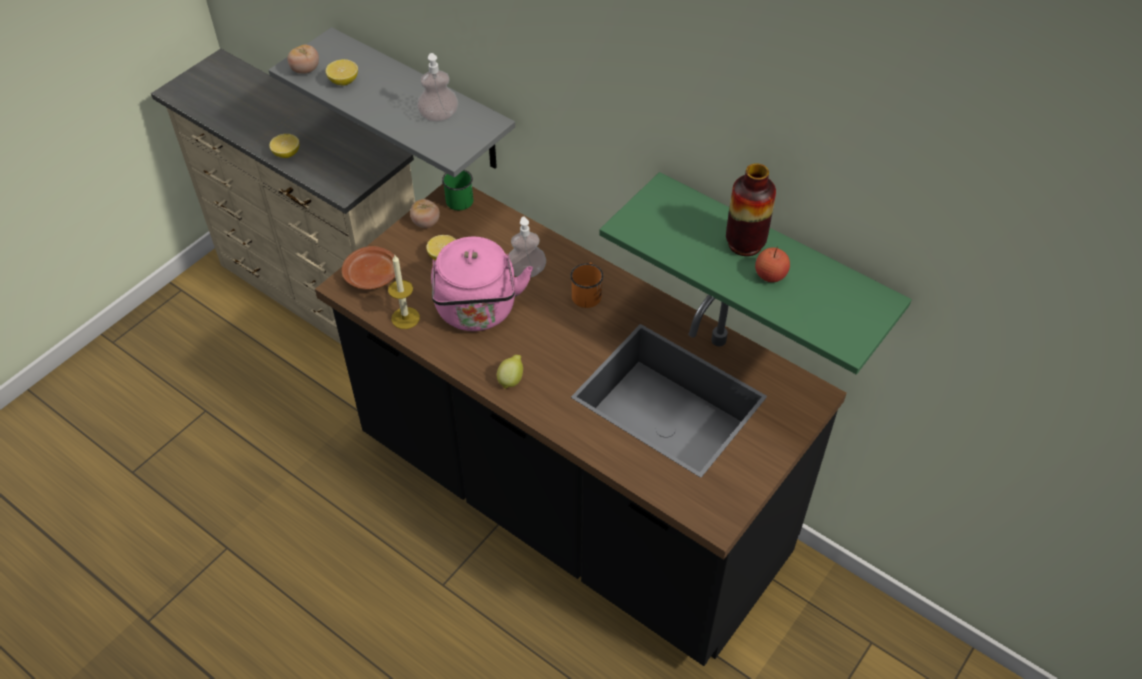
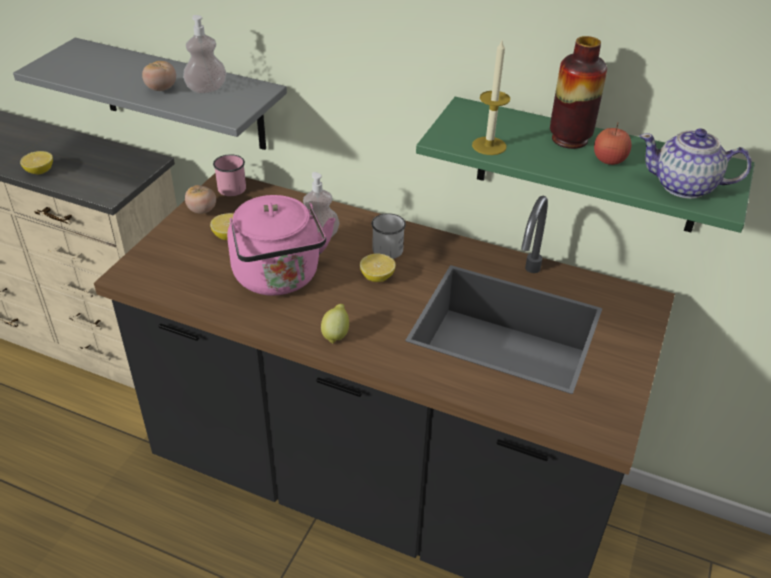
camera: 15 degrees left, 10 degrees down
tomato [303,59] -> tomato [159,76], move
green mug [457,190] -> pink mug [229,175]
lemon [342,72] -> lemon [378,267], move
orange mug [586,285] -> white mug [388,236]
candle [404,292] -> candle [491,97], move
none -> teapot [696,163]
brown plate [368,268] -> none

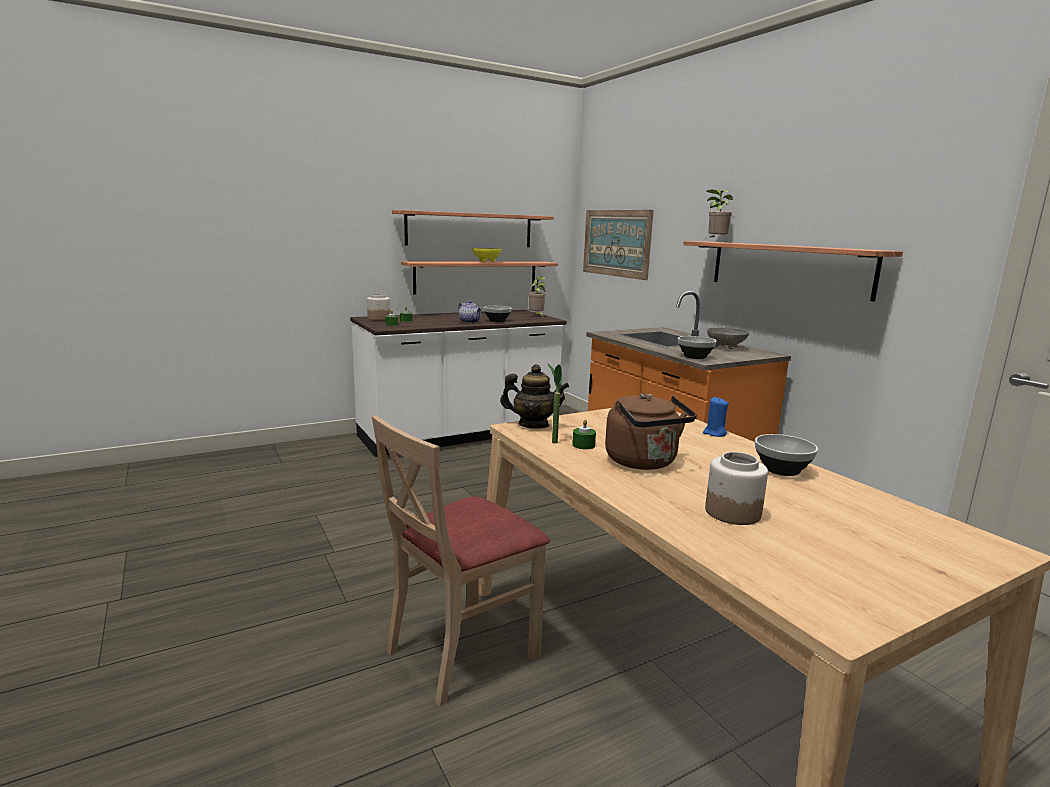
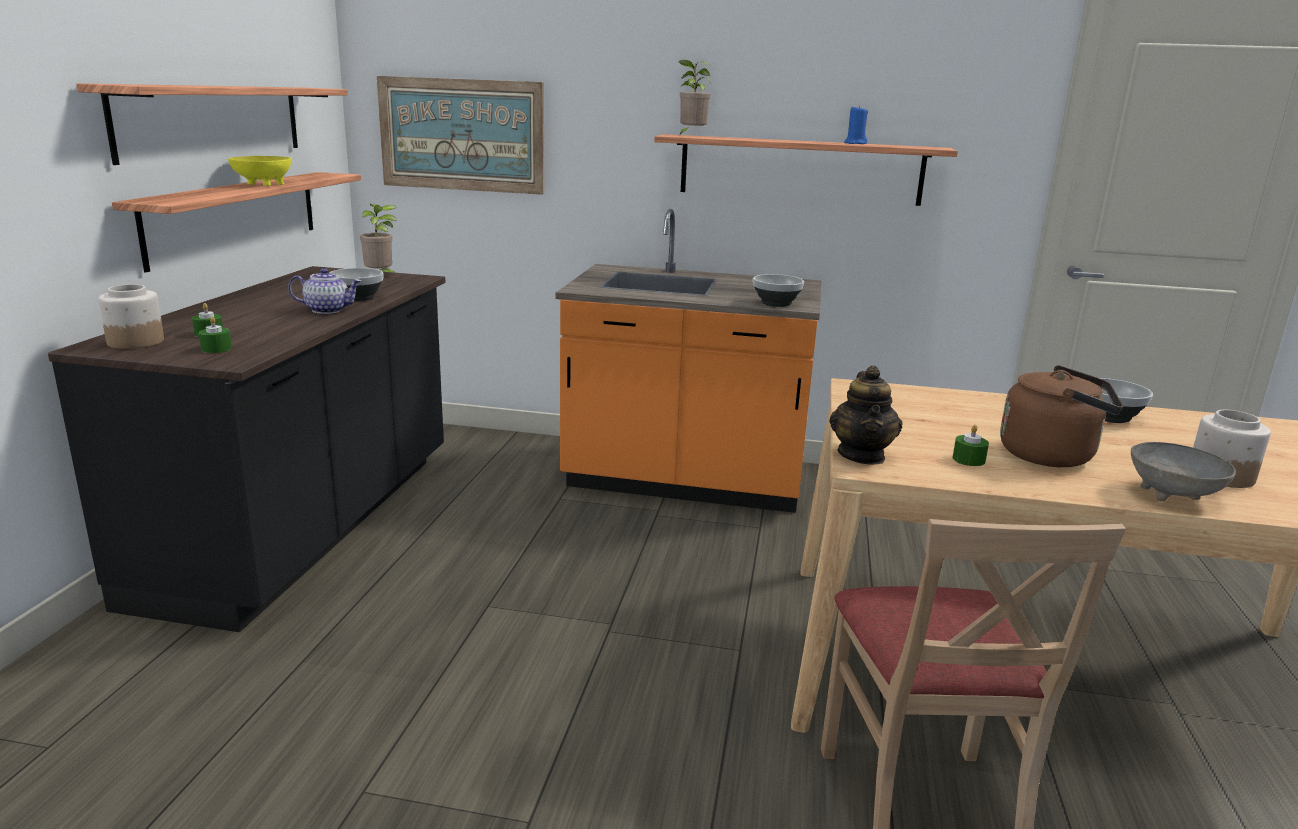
camera: 50 degrees left, 5 degrees up
white counter [458,383] -> black counter [246,449]
teapot [534,396] -> teapot [866,415], 135 degrees clockwise
blue candle [716,417] -> blue candle [856,124], move
grey bowl [728,338] -> grey bowl [1183,471], move
potted plant [556,404] -> none

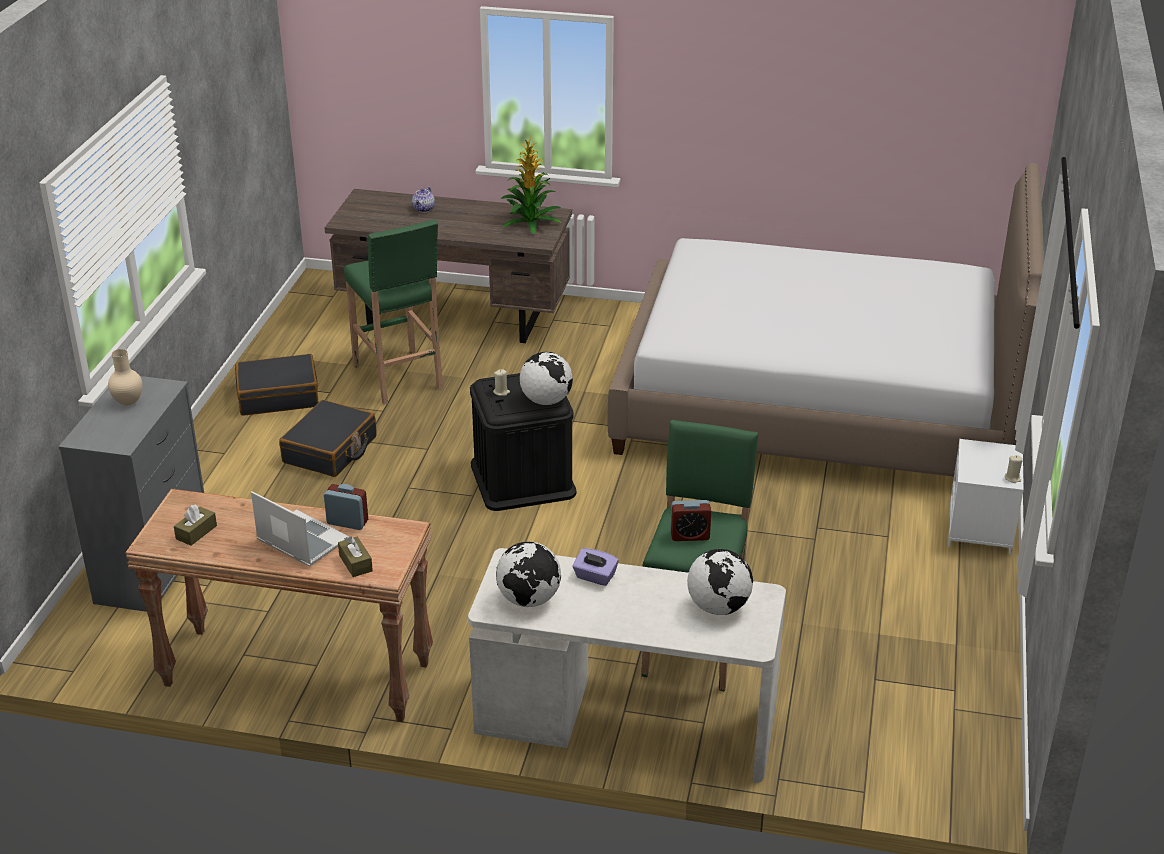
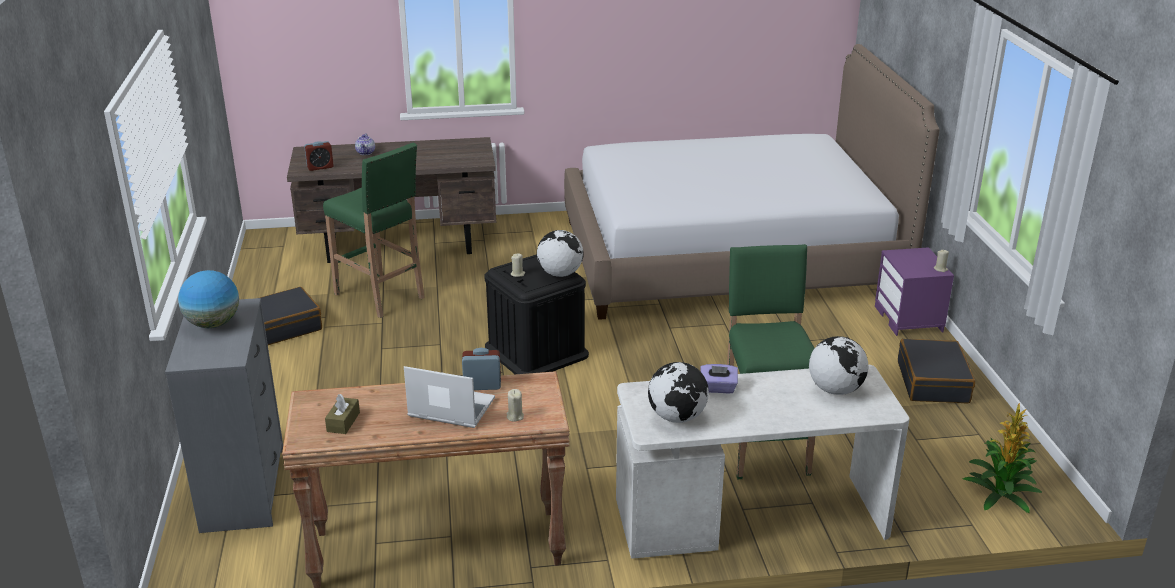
camera: 20 degrees left, 5 degrees down
beige vase [125,377] -> globe [208,299]
alarm clock [690,520] -> alarm clock [319,156], move
brown tissue box [355,557] -> beige candle [515,405]
white nightstand [986,497] -> purple nightstand [914,291]
black suitcase [328,438] -> black suitcase [936,371], move
potted plant [531,185] -> potted plant [1003,458], move

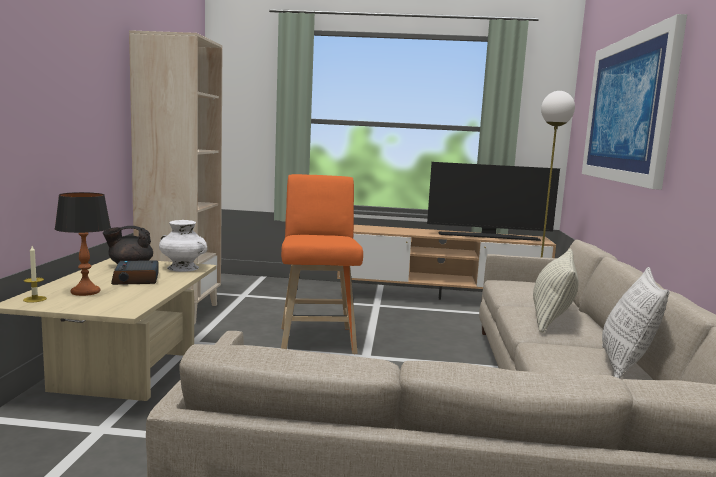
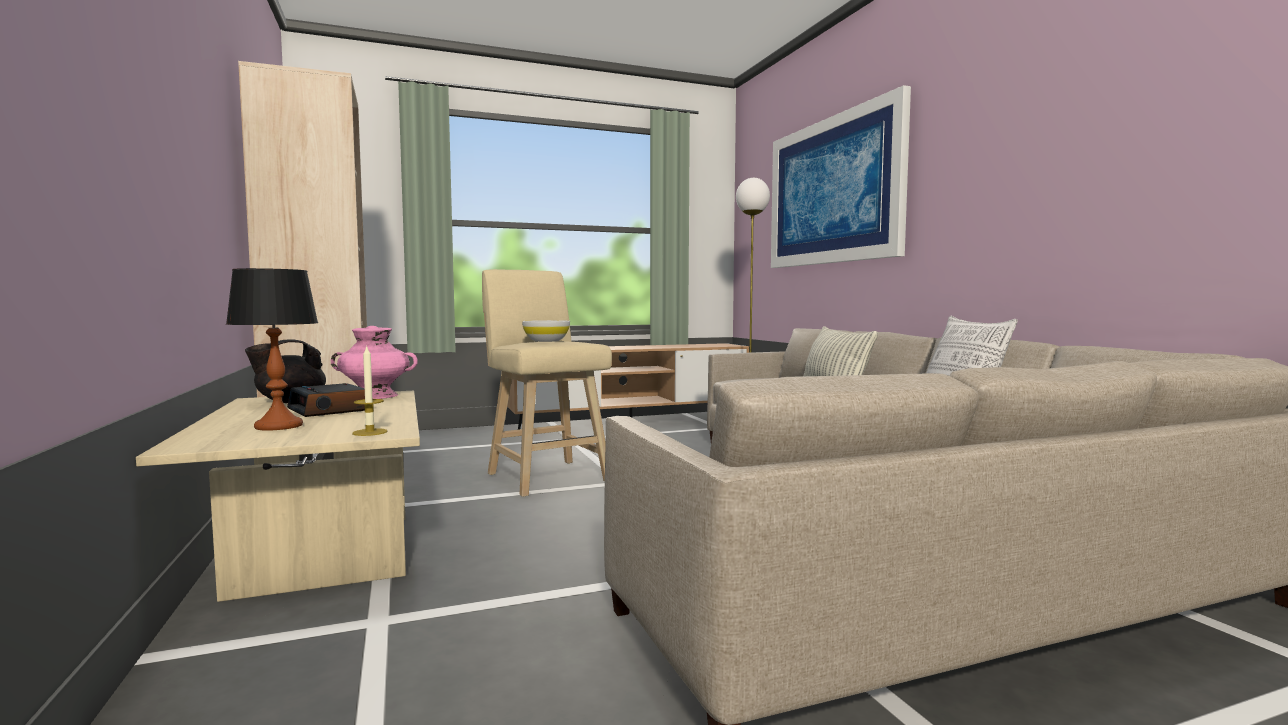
camera: 25 degrees left, 5 degrees down
white vase [183,246] -> pink vase [374,362]
candle [35,274] -> candle [369,390], move
orange stool [322,264] -> beige stool [547,383]
none -> white bowl [546,331]
television [493,201] -> none

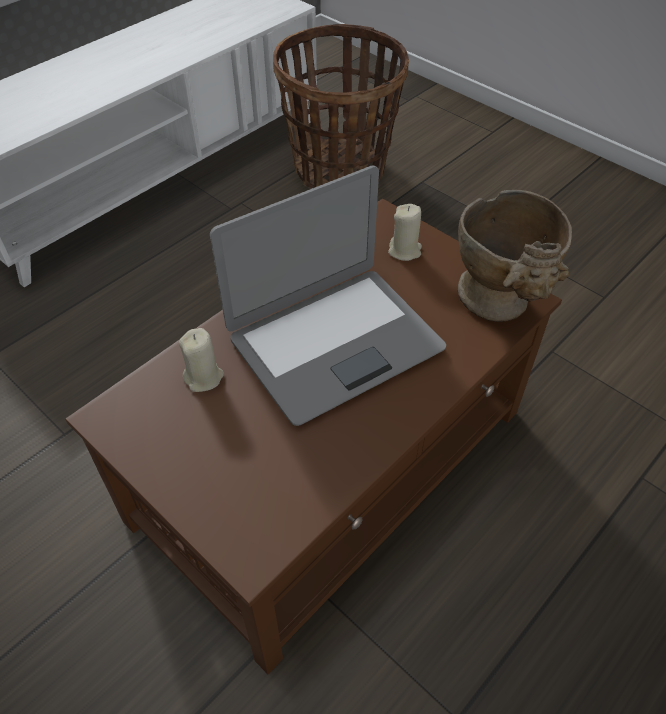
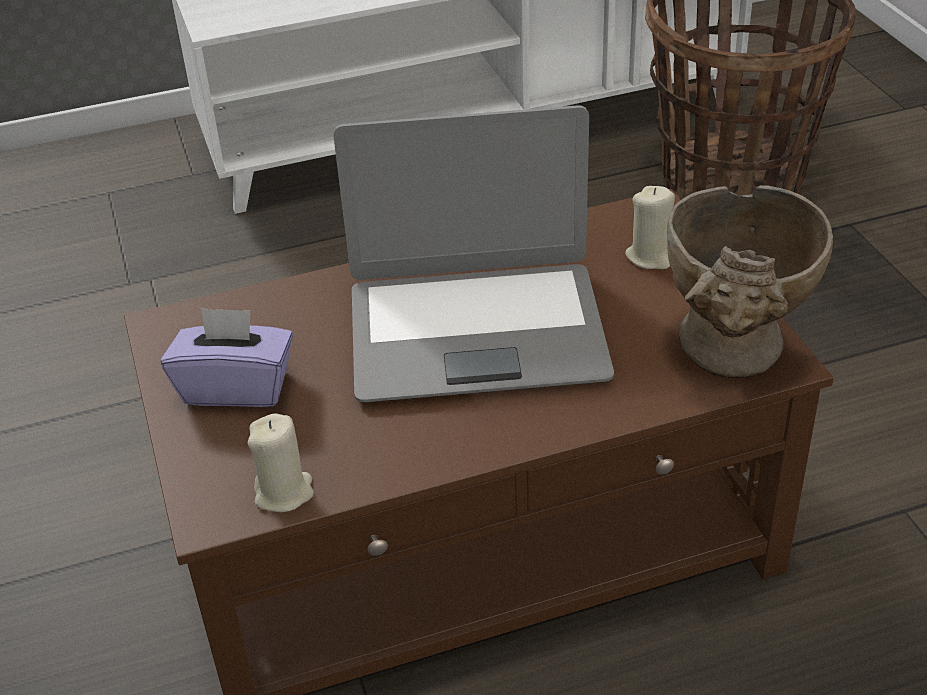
camera: 30 degrees right, 10 degrees down
none -> purple tissue box [227,357]
beige candle [201,360] -> beige candle [281,462], move

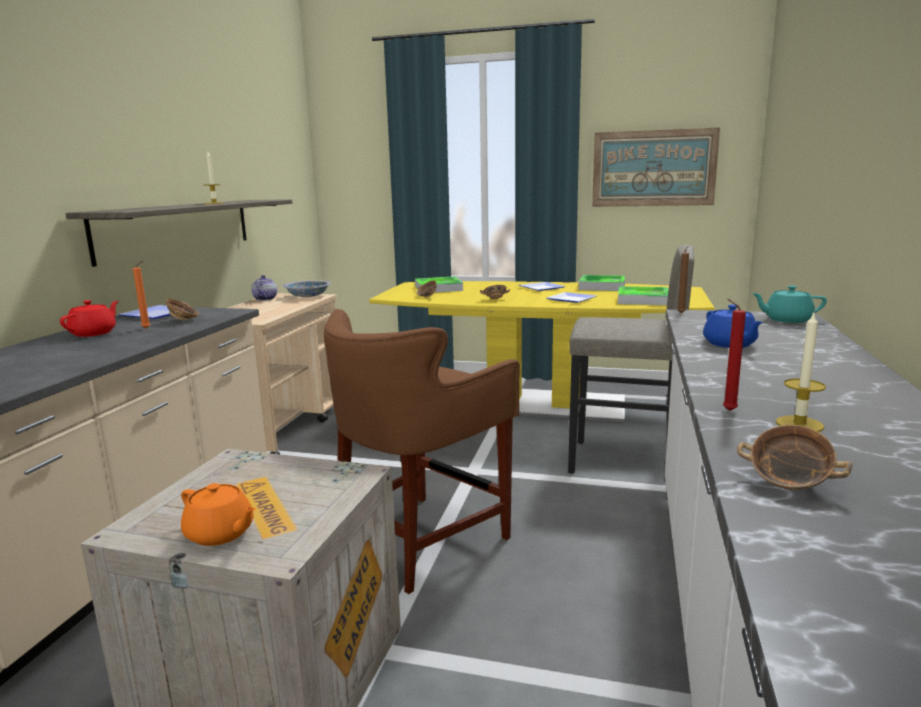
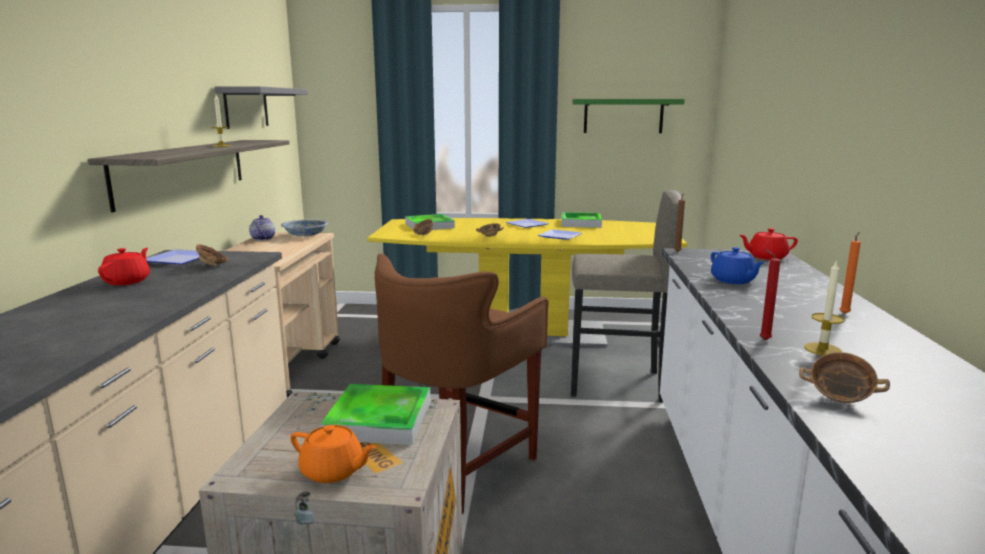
camera: 10 degrees left, 0 degrees up
none -> grey shelf [261,107]
tray [643,295] -> tray [376,414], move
picture [656,167] -> green shelf [628,116]
turquoise teapot [789,304] -> red teapot [768,244]
orange candle [141,294] -> orange candle [850,273], move

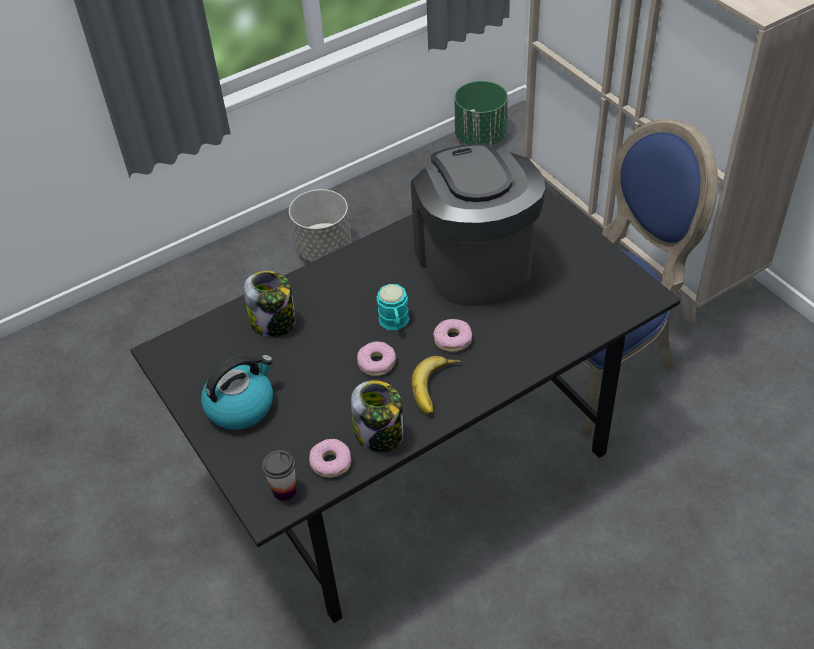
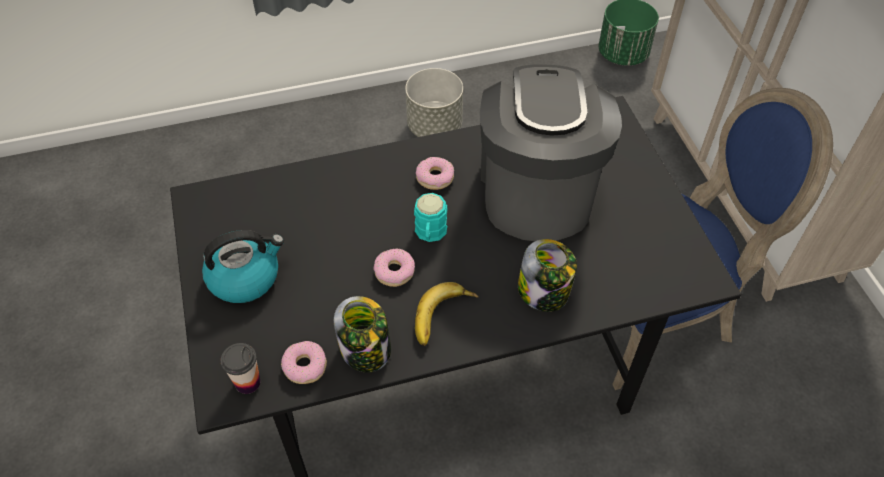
camera: 15 degrees right, 5 degrees up
donut [452,335] -> donut [435,173], move
jar [270,304] -> jar [547,275], move

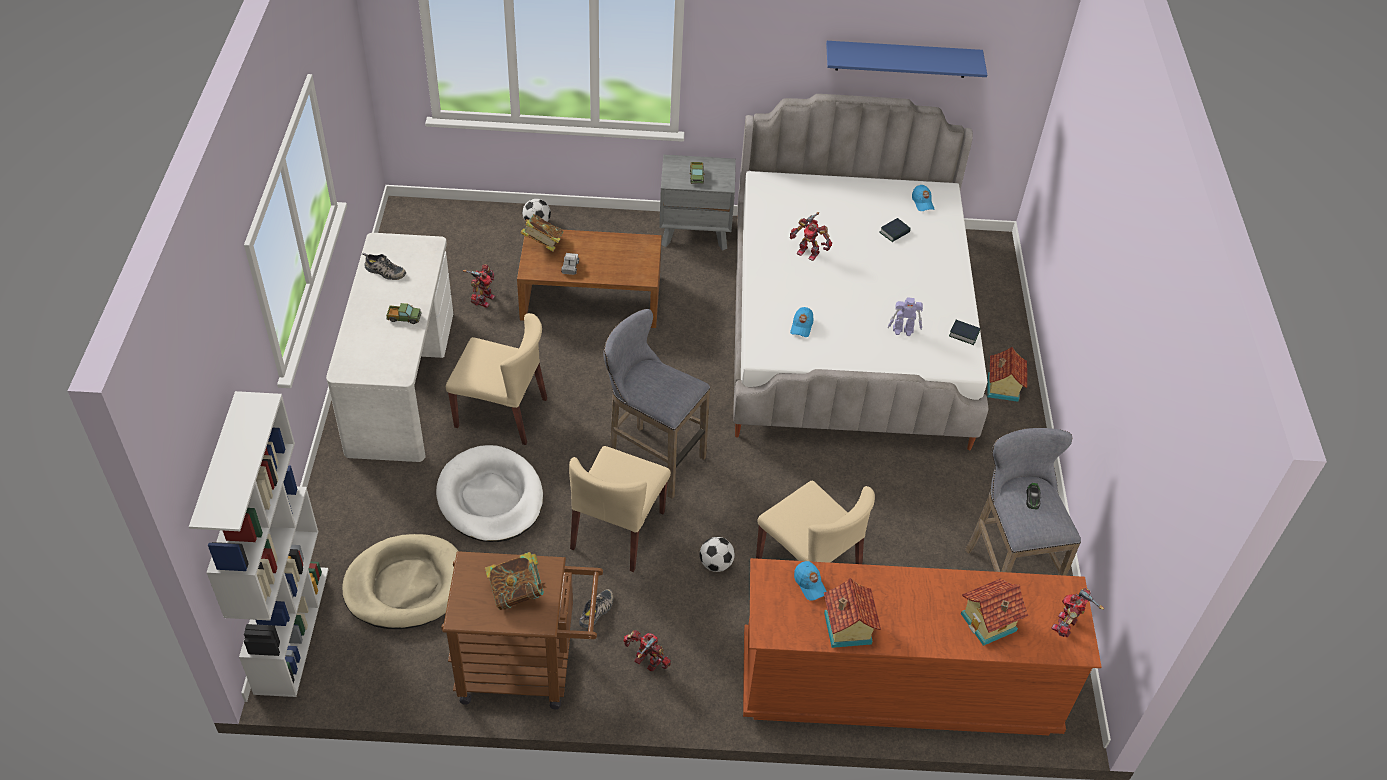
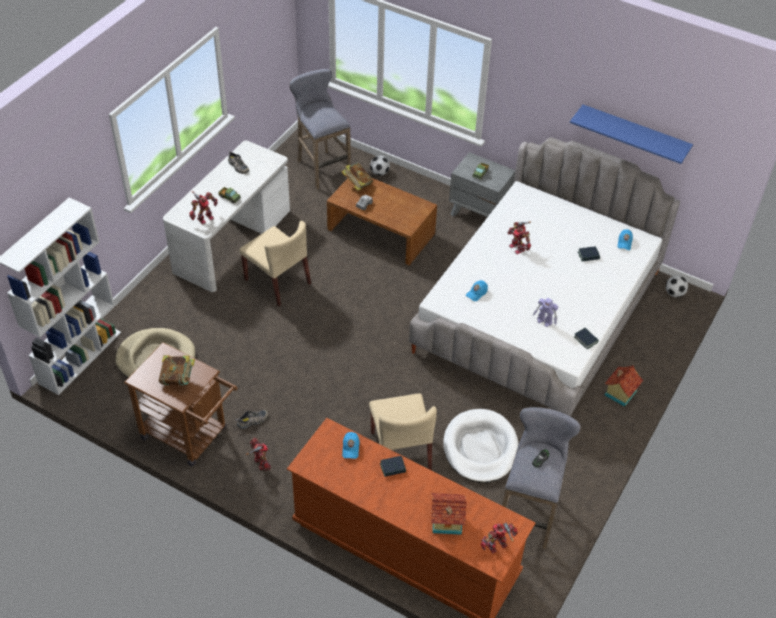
camera: 30 degrees right, 0 degrees up
toy robot [479,286] -> toy robot [203,207], move
grey stool [656,404] -> grey stool [320,129], move
none -> book [393,466]
white dog bed [489,493] -> white dog bed [481,446], move
football [717,554] -> football [677,286], move
beige chair [620,509] -> none
toy house [852,613] -> none

